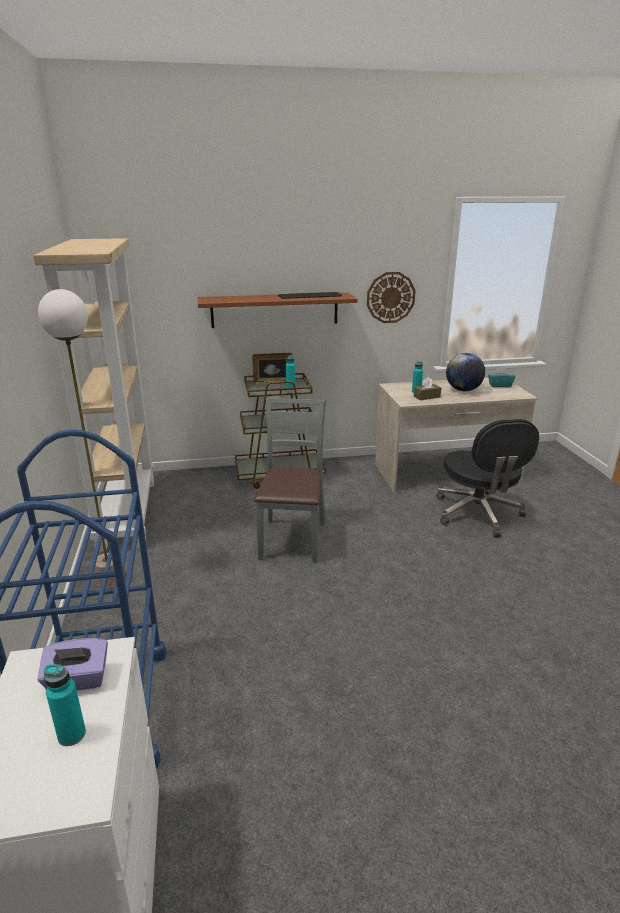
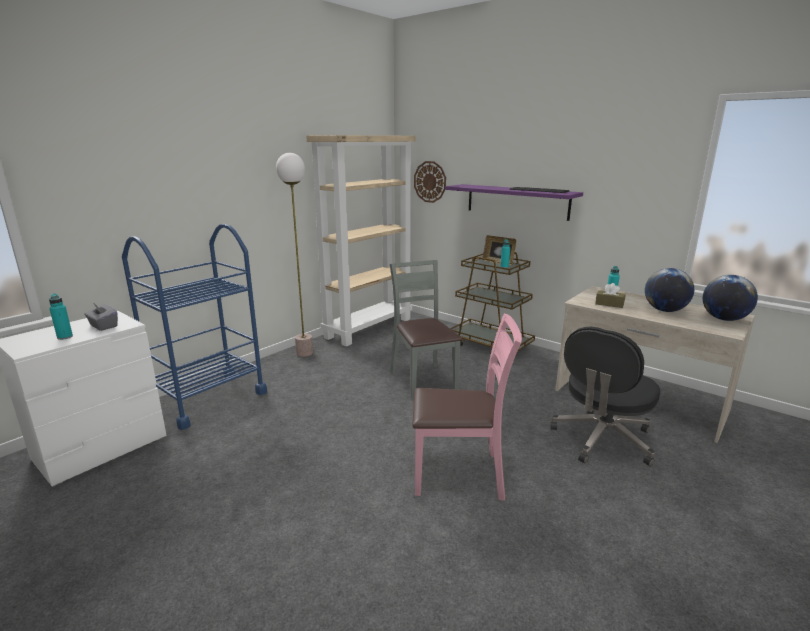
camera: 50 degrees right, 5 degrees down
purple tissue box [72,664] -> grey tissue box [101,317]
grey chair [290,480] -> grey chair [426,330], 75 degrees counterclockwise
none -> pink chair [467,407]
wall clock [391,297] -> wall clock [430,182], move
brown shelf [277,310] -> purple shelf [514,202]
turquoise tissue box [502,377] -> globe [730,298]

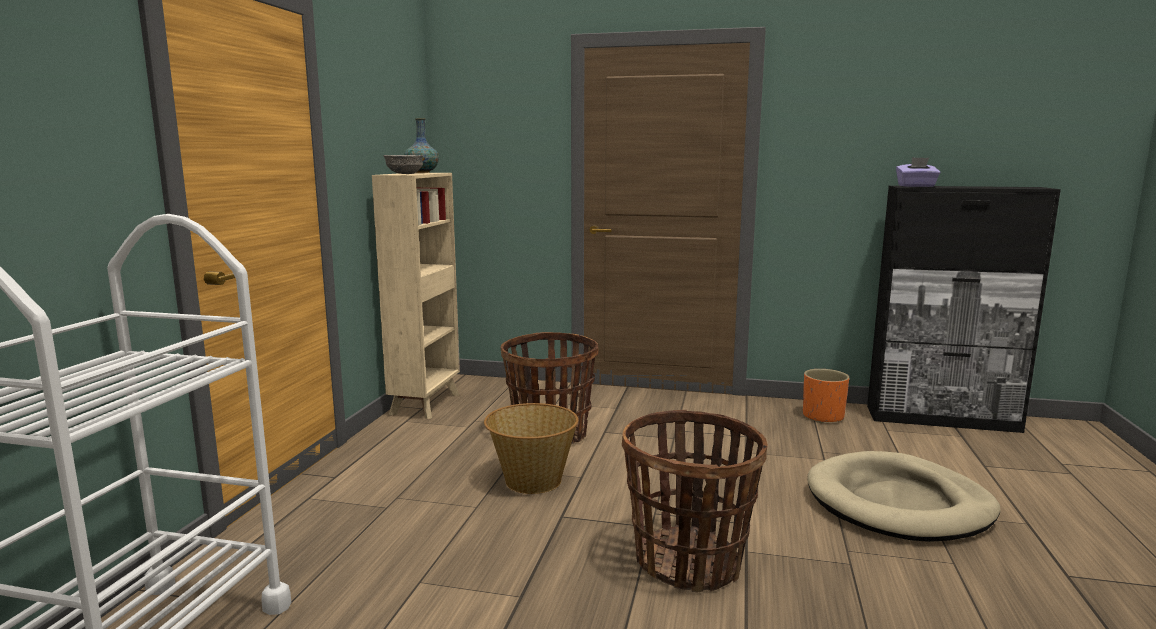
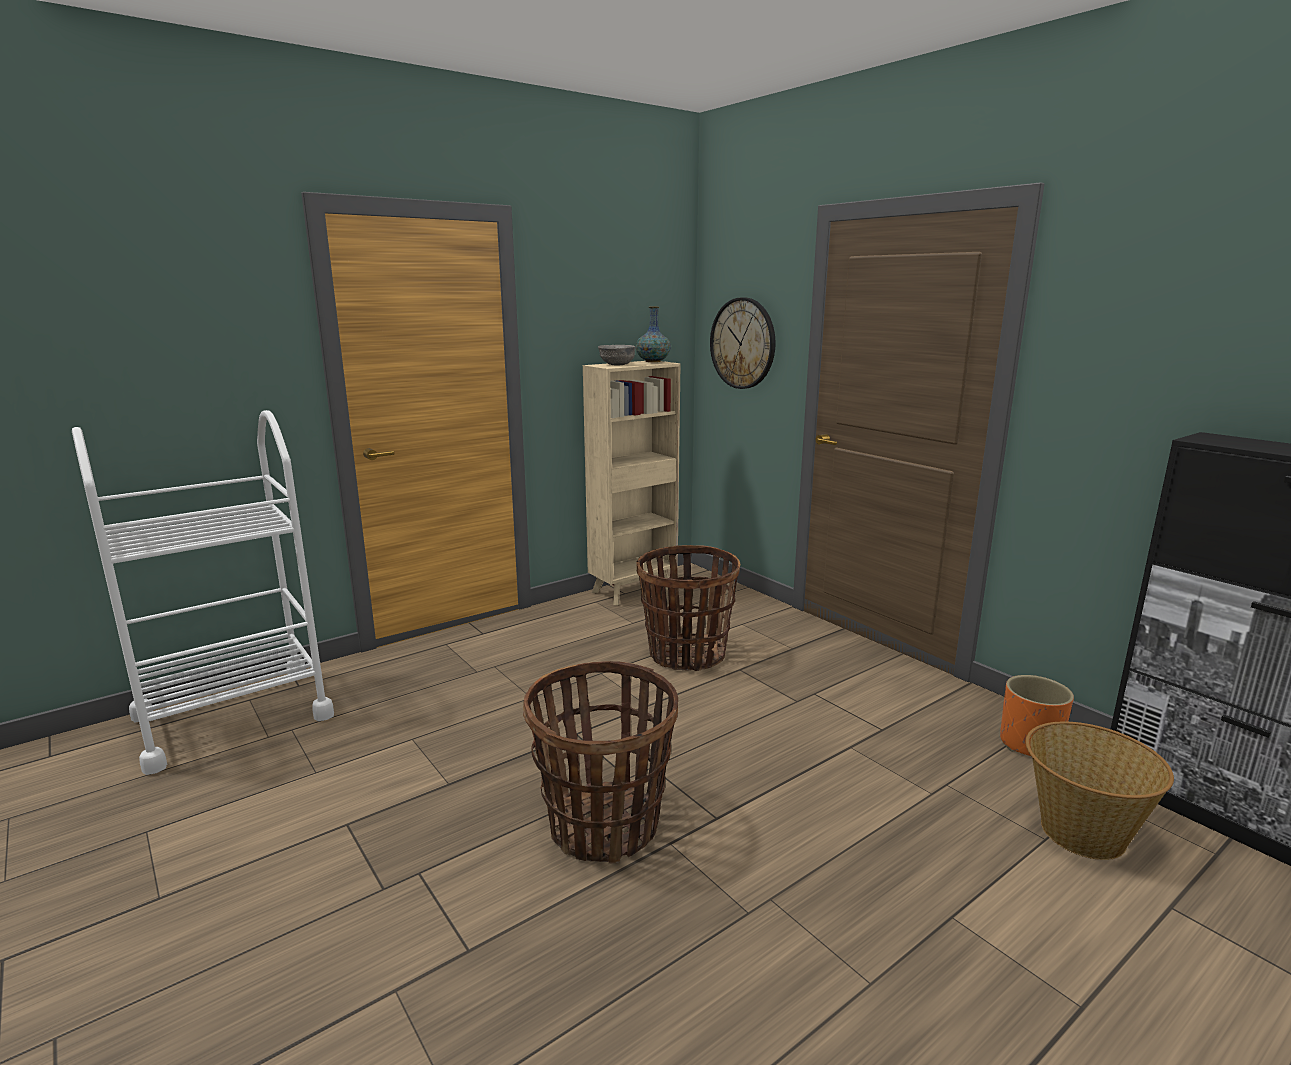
camera: 40 degrees right, 5 degrees up
none -> wall clock [743,343]
basket [531,448] -> basket [1099,791], move
beige dog bed [904,496] -> none
purple tissue box [918,172] -> none

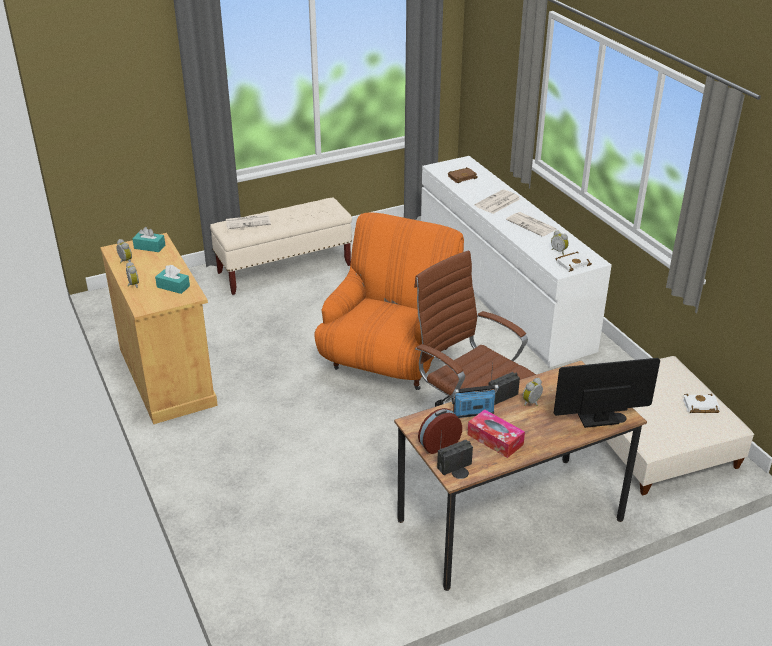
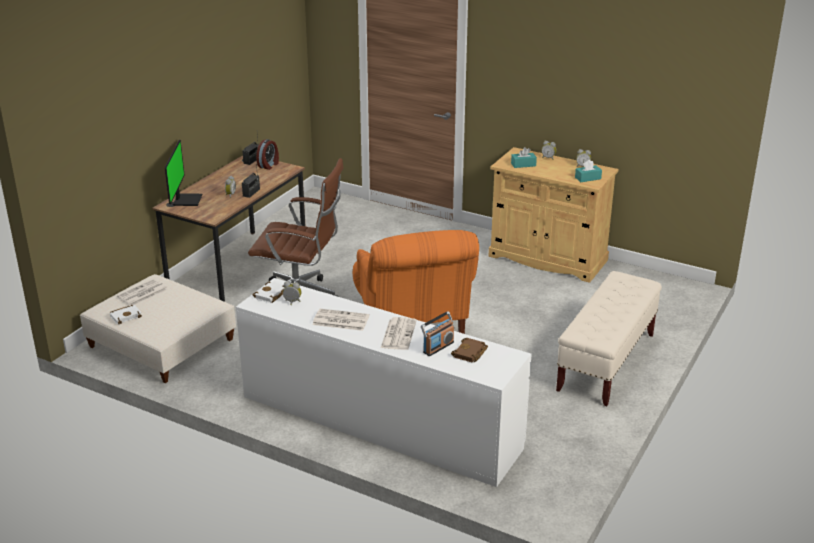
camera: 145 degrees right, 5 degrees down
newspaper [248,221] -> newspaper [142,292], move
monitor [607,393] -> monitor [183,173], 45 degrees counterclockwise
radio [475,401] -> radio [437,333], move
tissue box [496,433] -> none

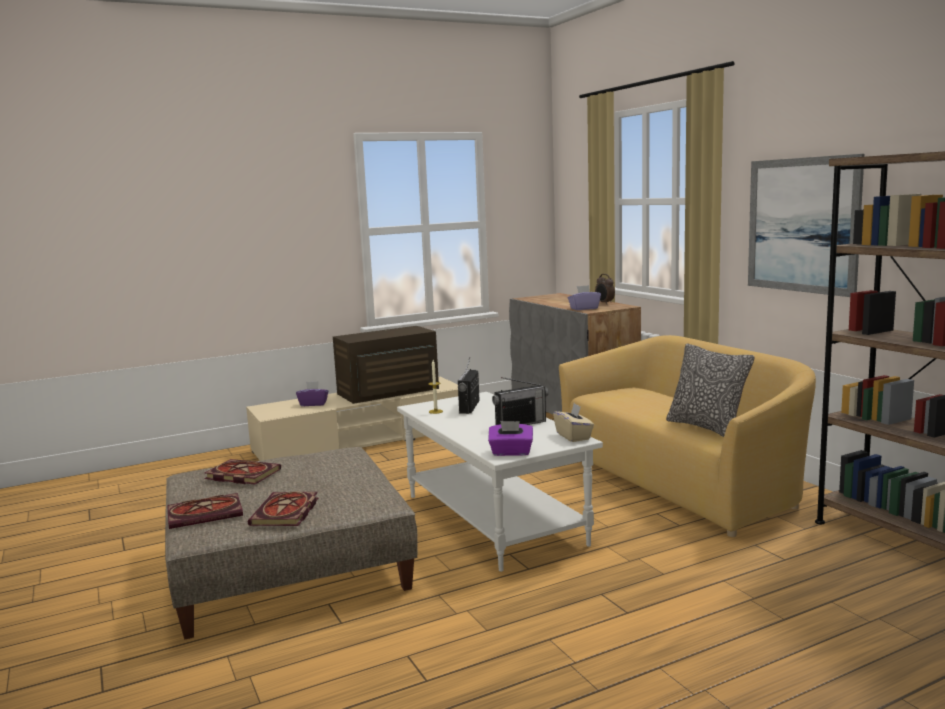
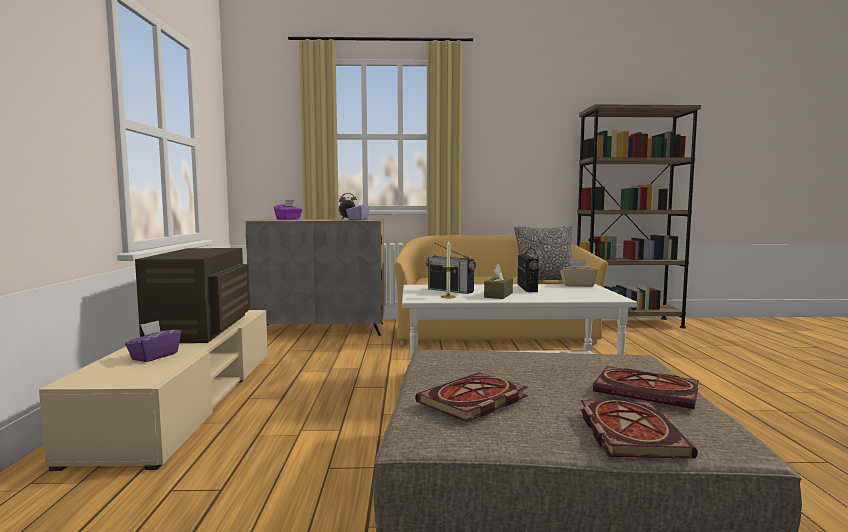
camera: 65 degrees left, 5 degrees down
purple tissue box [510,438] -> purple tissue box [288,210], move
none -> brown tissue box [498,281]
picture [806,225] -> none

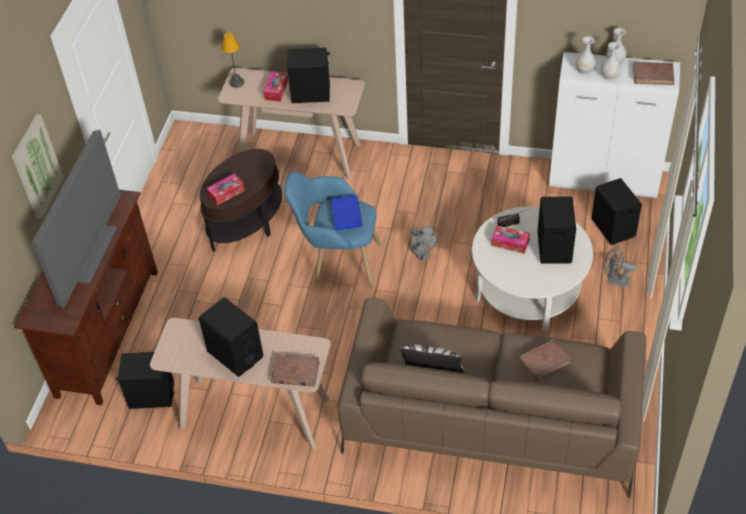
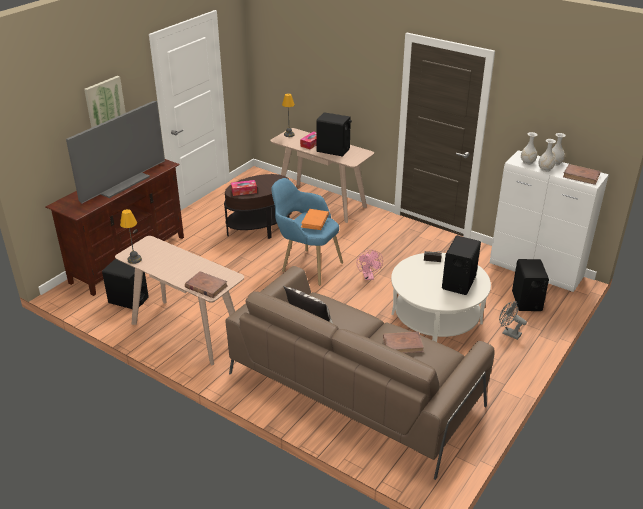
camera: 20 degrees right, 15 degrees down
none -> table lamp [131,236]
blue book [346,212] -> orange book [315,219]
grey fan [424,243] -> pink fan [370,265]
black speaker [231,337] -> none
tissue box [510,239] -> none

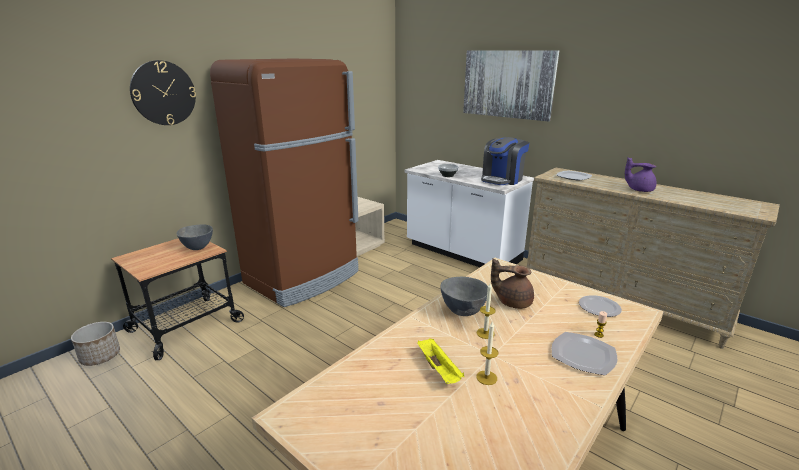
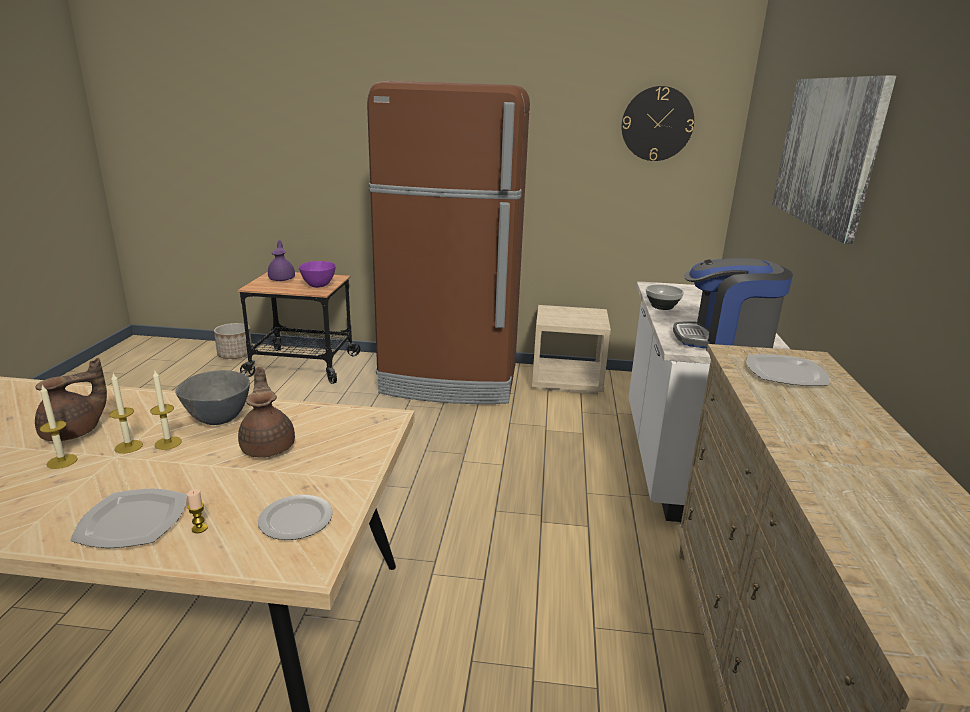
camera: 55 degrees right, 0 degrees up
yellow tray [440,361] -> brown teapot [71,399]
none -> candle [126,413]
purple teapot [641,174] -> purple teapot [281,260], move
grey bowl [195,237] -> purple bowl [317,274]
wall clock [163,92] -> wall clock [658,123], move

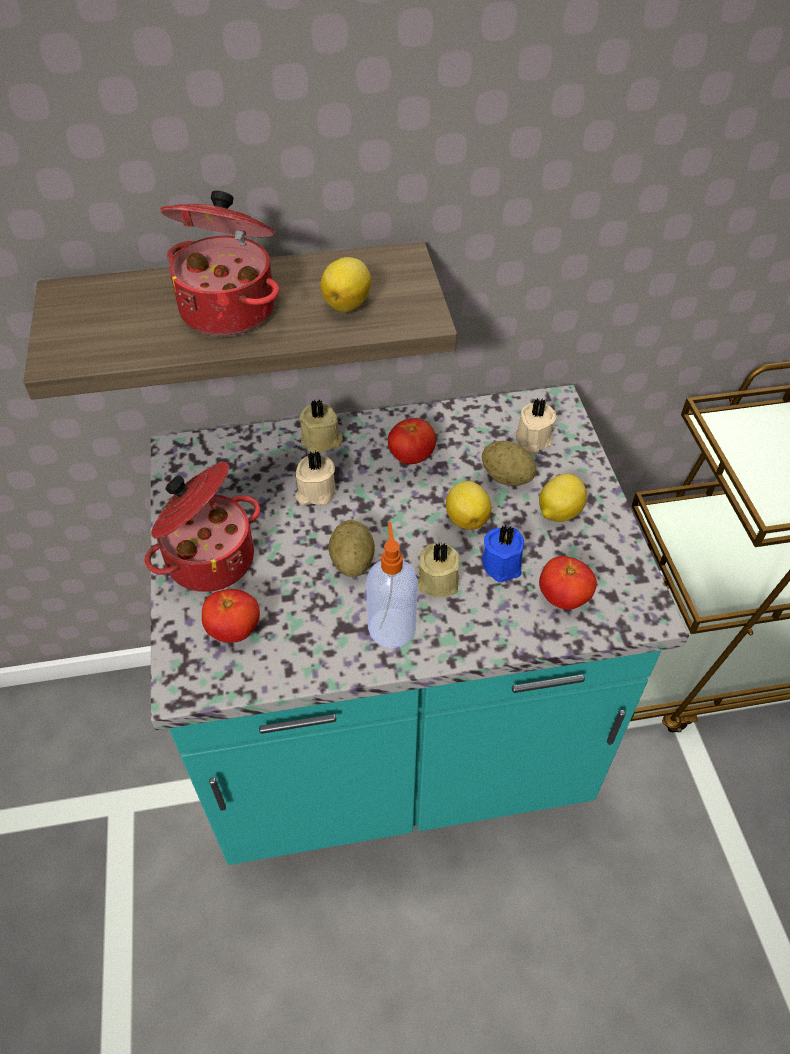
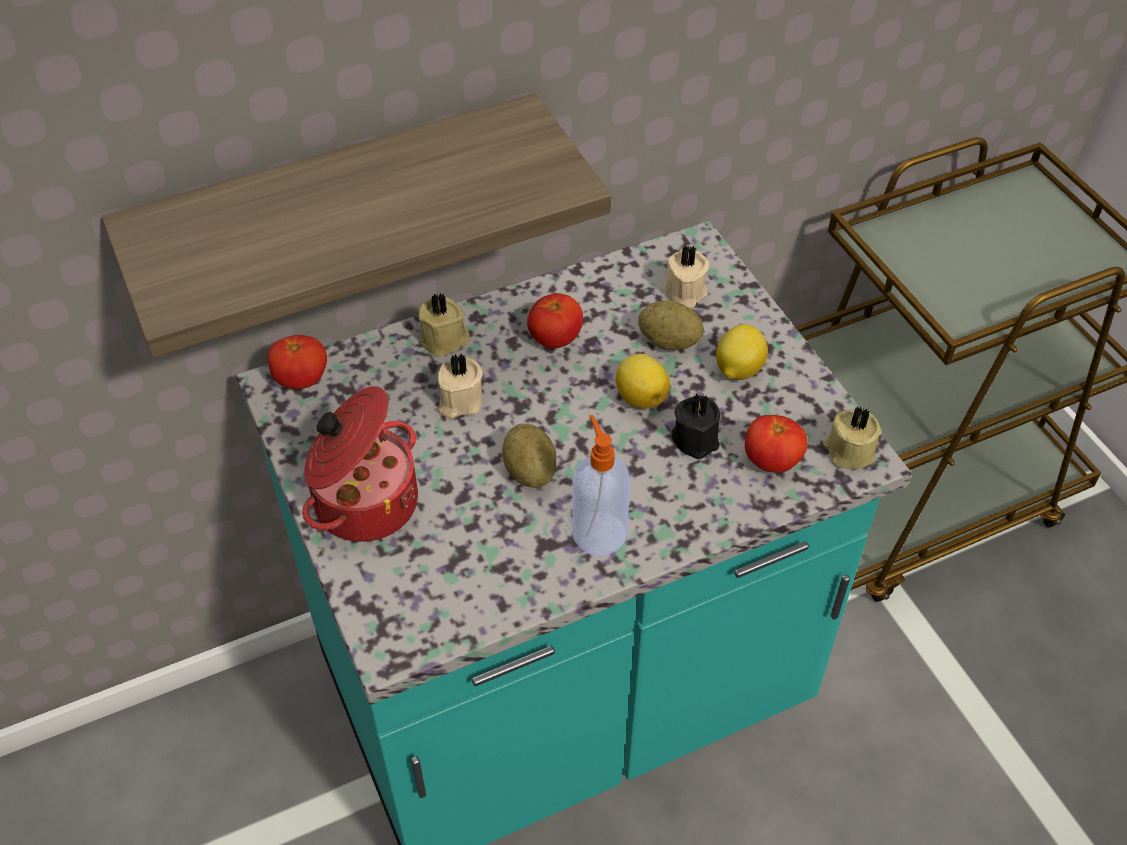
camera: 15 degrees left, 0 degrees up
tomato [231,616] -> tomato [297,362], move
blue candle [503,553] -> black candle [695,426]
beige candle [438,569] -> beige candle [852,437], move
cooking pot [219,263] -> none
lemon [345,284] -> none

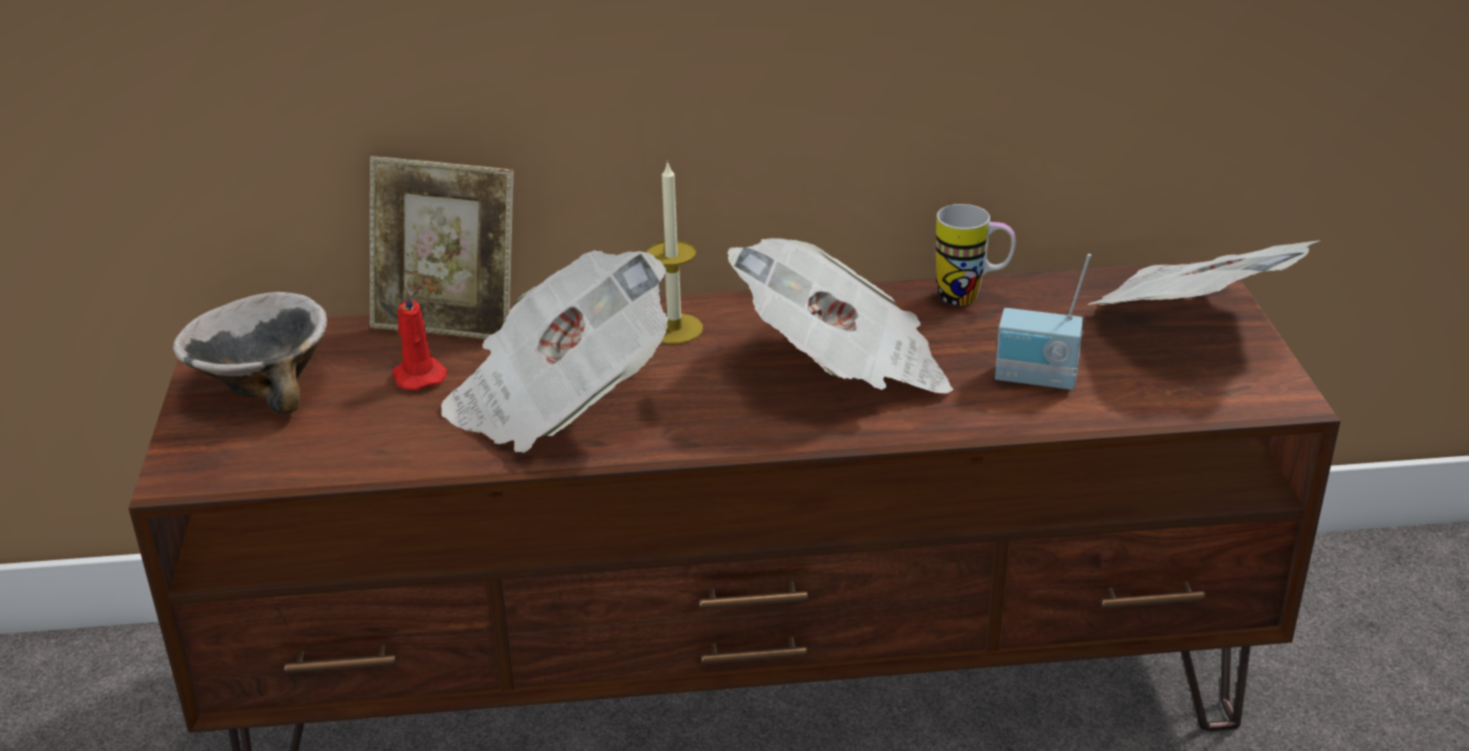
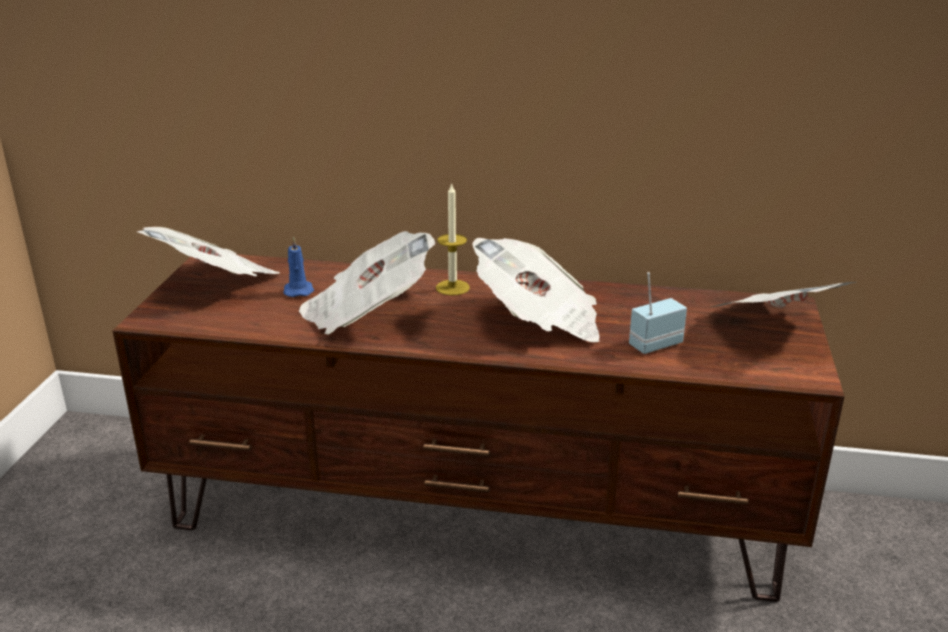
camera: 15 degrees right, 5 degrees down
bowl [250,353] -> newspaper [208,251]
red candle [420,338] -> blue candle [298,266]
radio [1043,322] -> radio [658,313], 120 degrees clockwise
picture frame [442,247] -> none
mug [975,255] -> none

